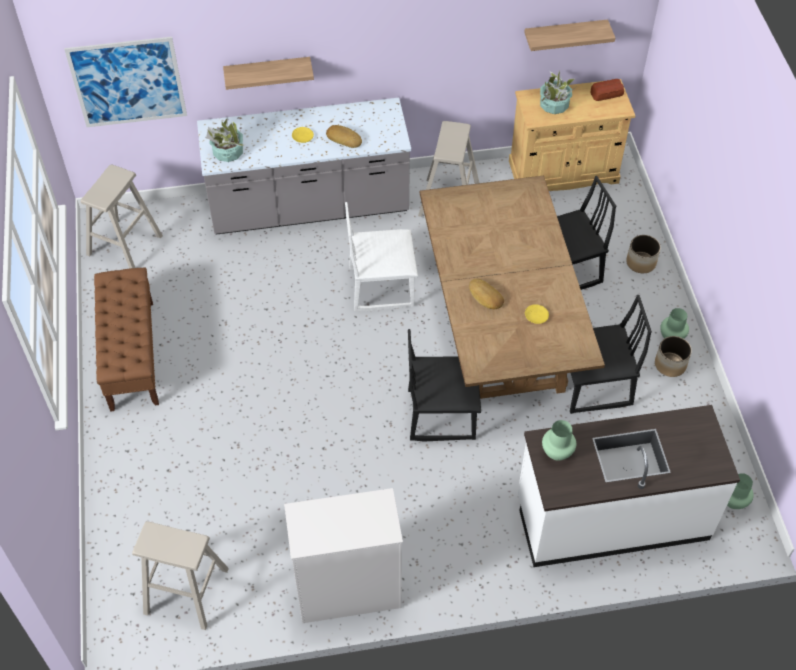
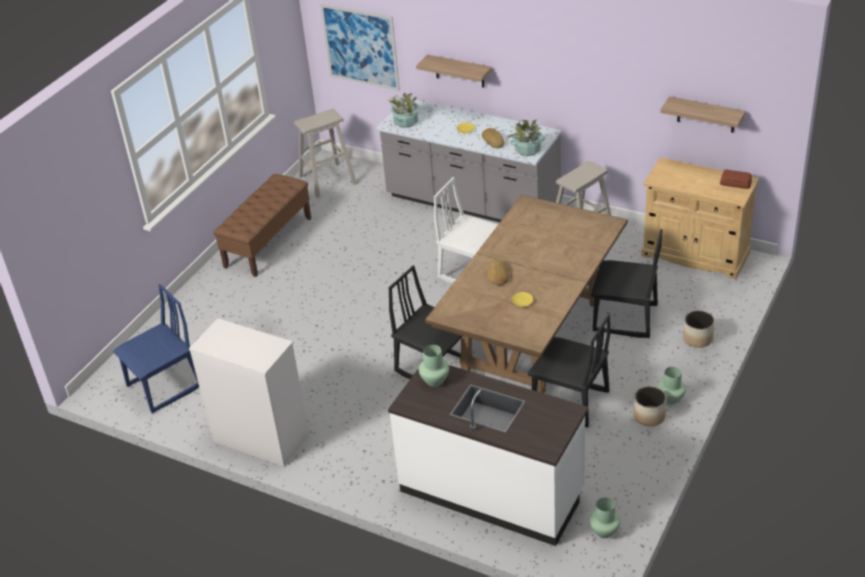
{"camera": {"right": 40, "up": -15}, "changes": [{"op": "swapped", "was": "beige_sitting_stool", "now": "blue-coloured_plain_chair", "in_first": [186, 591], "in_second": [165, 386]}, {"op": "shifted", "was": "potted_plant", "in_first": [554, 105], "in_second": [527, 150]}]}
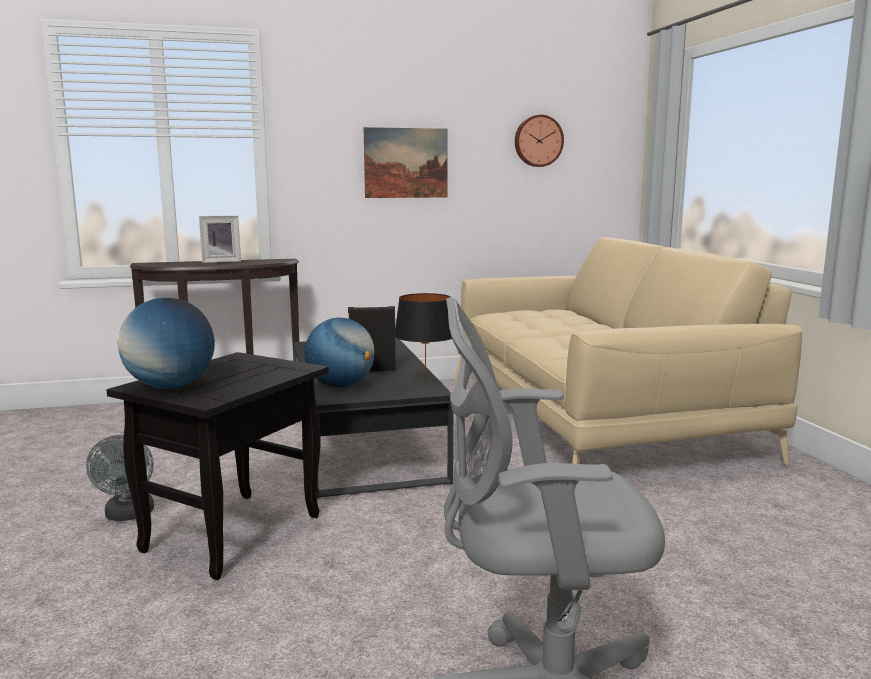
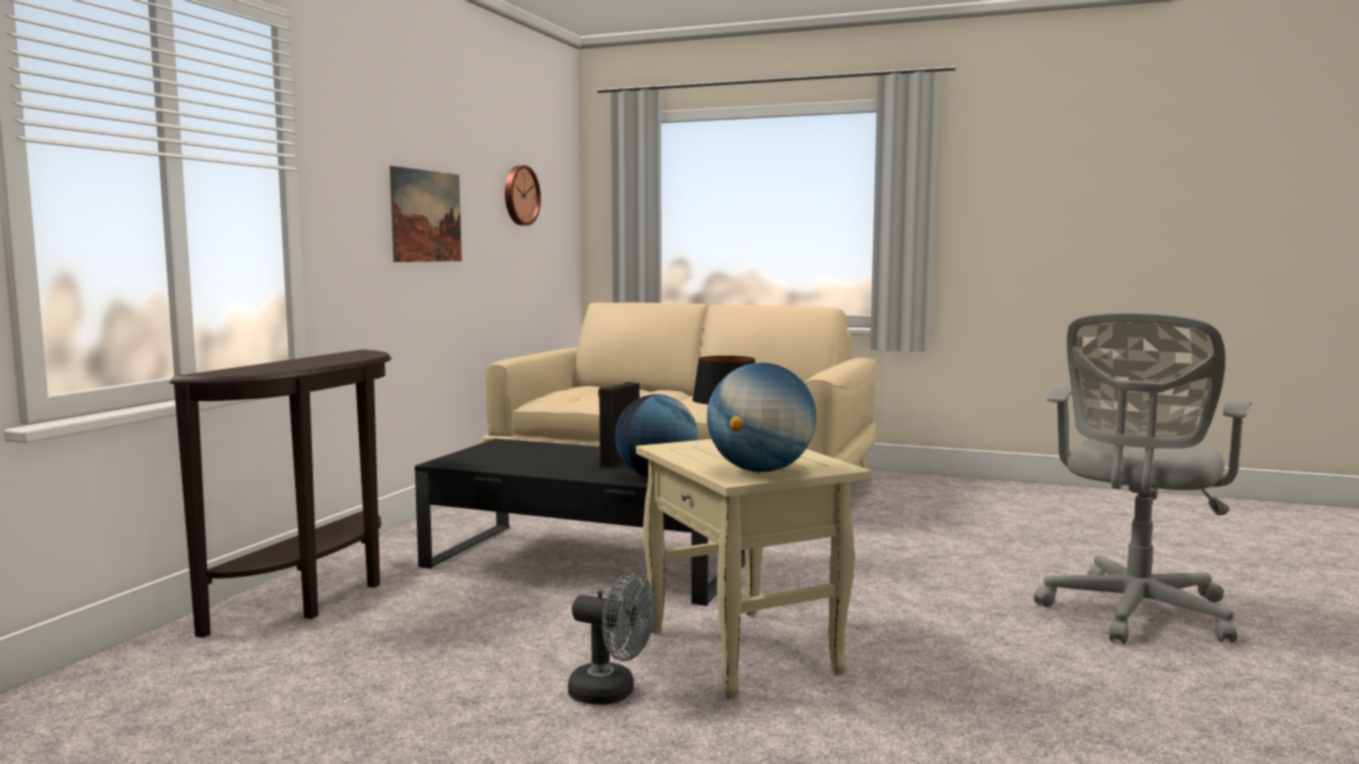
{"camera": {"right": -55, "up": -5}, "changes": [{"op": "repainted", "was": "black_accent_table", "now": "beige_accent_table", "in_first": [232, 535], "in_second": [746, 652]}, {"op": "gone", "was": "picture_frame", "in_first": [221, 261]}]}
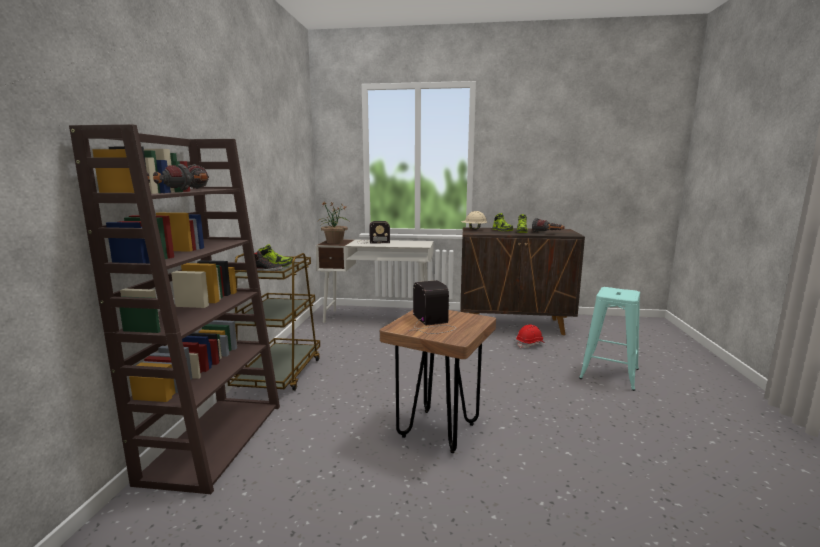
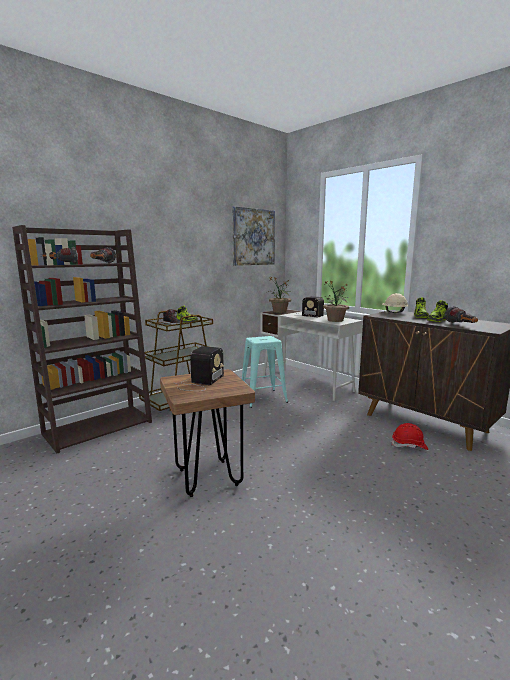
{"camera": {"right": 40, "up": 0}, "changes": [{"op": "new", "now": "wall_art", "in_second": [253, 237]}, {"op": "shifted", "was": "turquoise_sitting_stool", "in_first": [609, 373], "in_second": [263, 398]}, {"op": "new", "now": "potted_plant", "in_second": [335, 320]}]}
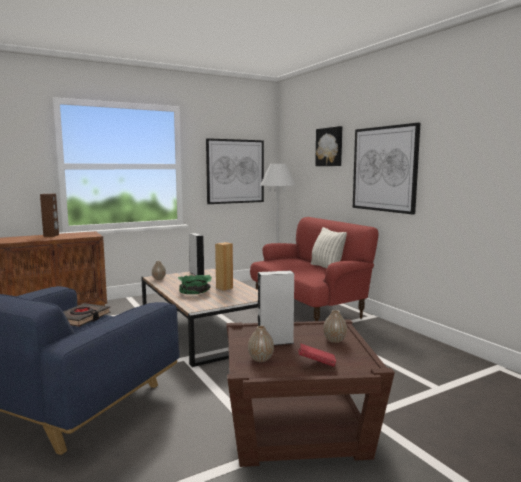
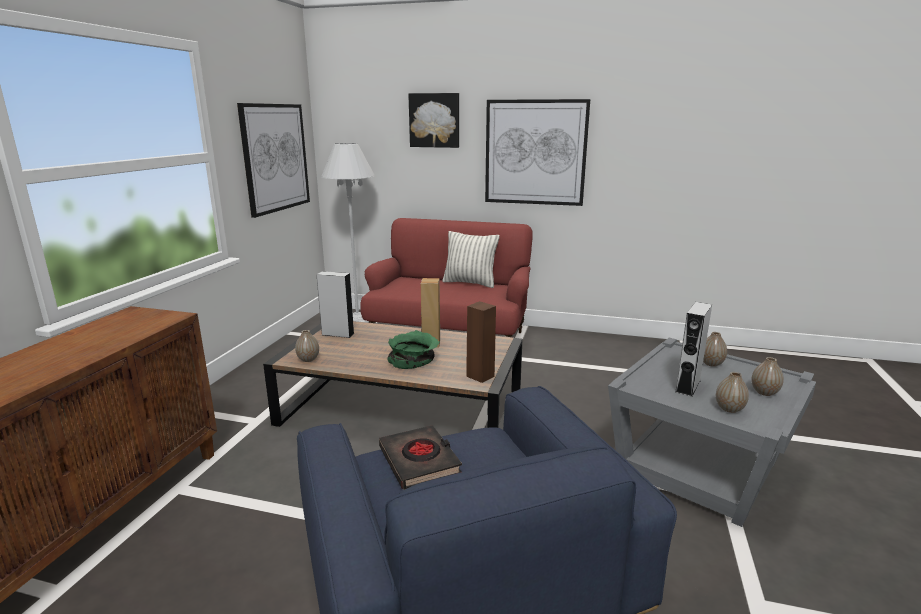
{"camera": {"right": -45, "up": 10}, "changes": [{"op": "shifted", "was": "brownish_audio_speaker", "in_first": [51, 235], "in_second": [480, 376]}, {"op": "repainted", "was": "brownish_accent_table", "now": "greyish_accent_table", "in_first": [297, 428], "in_second": [698, 465]}, {"op": "swapped", "was": "red_book", "now": "flower_vase", "in_first": [316, 364], "in_second": [764, 392]}]}
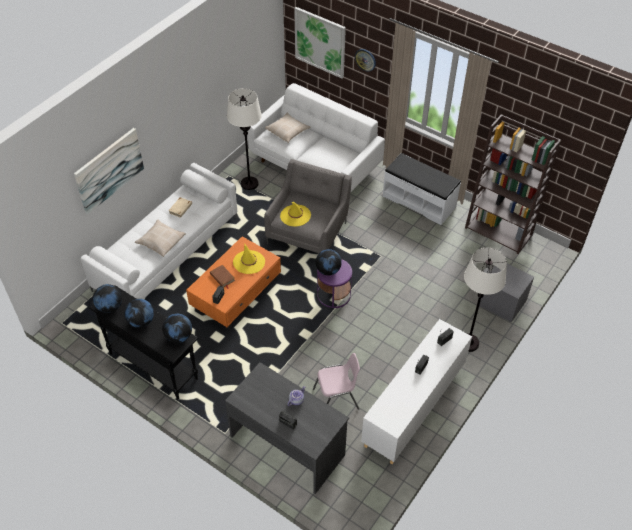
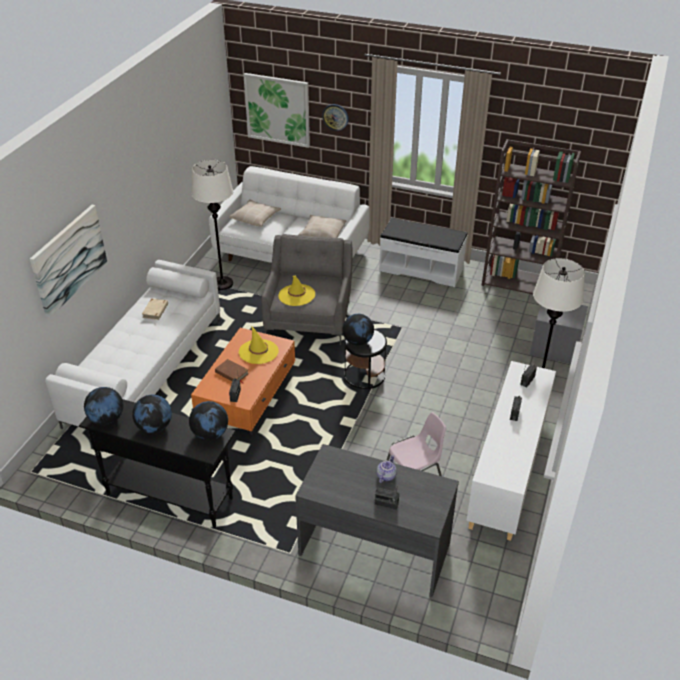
{"camera": {"right": -15, "up": -10}, "changes": [{"op": "shifted", "was": "beige_throw_pillow", "in_first": [161, 241], "in_second": [322, 233]}, {"op": "repainted", "was": "purple_accent_table", "now": "black_accent_table", "in_first": [333, 295], "in_second": [364, 375]}]}
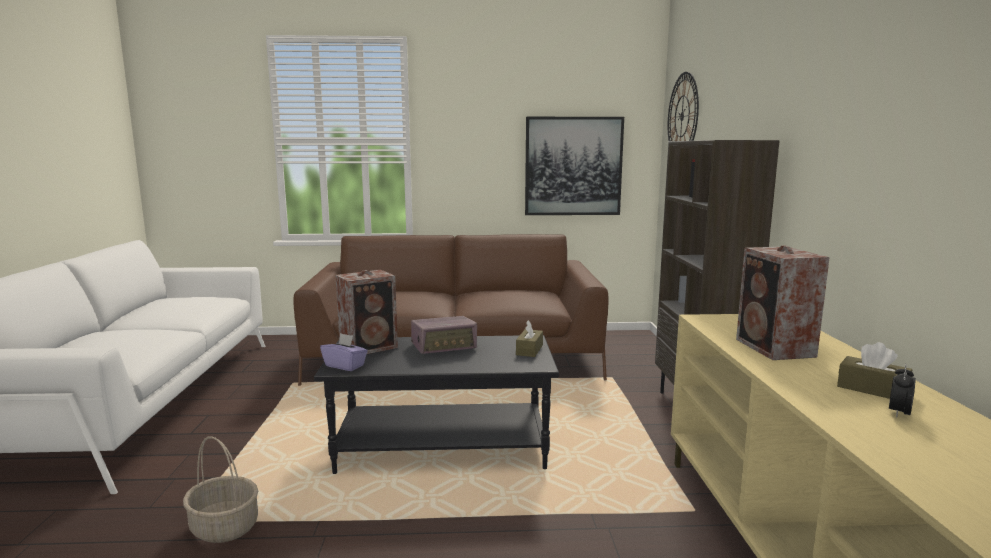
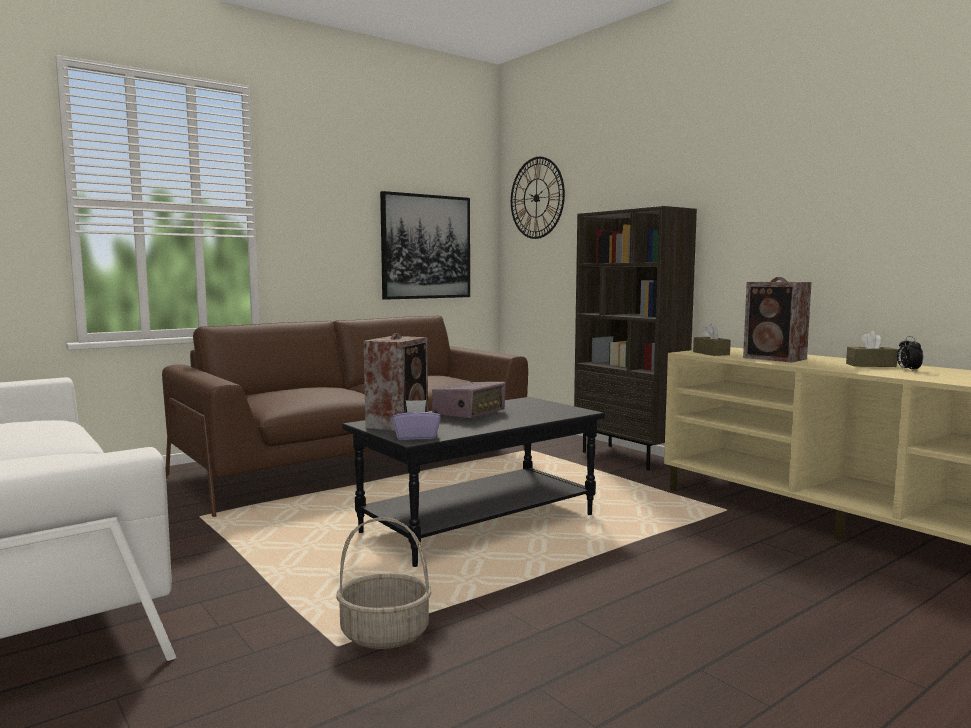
{"camera": {"right": -35, "up": -5}, "changes": [{"op": "shifted", "was": "brownish_box_of_tissues", "in_first": [529, 350], "in_second": [711, 353]}]}
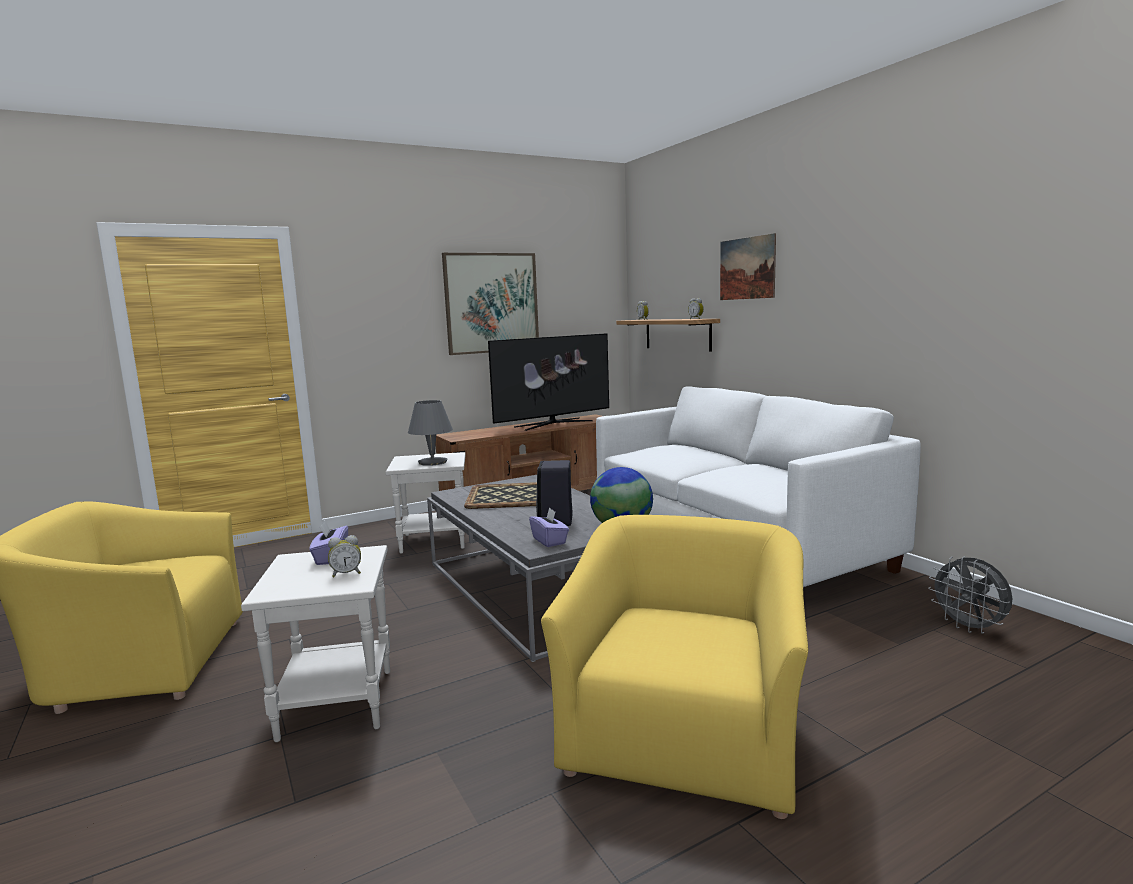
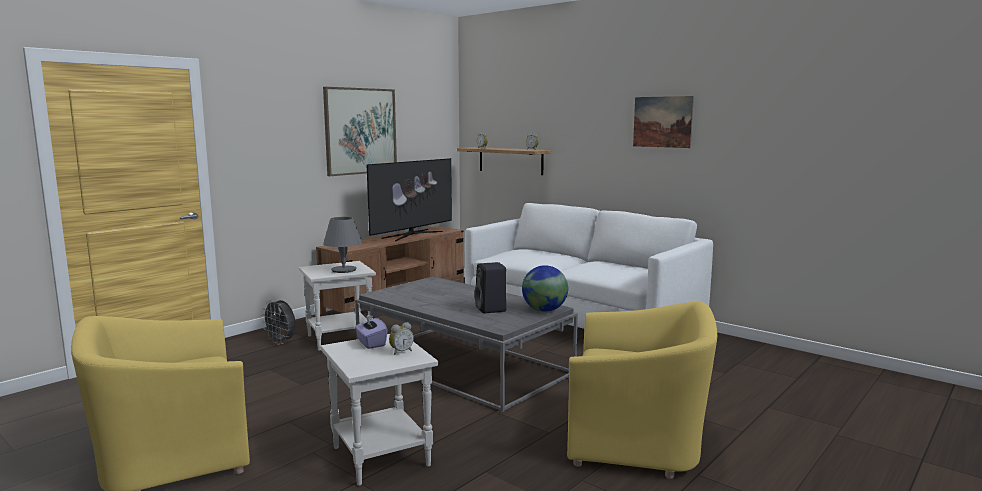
{"camera": {"right": -20, "up": 0}, "changes": [{"op": "shifted", "was": "greyish_fan", "in_first": [969, 627], "in_second": [281, 342]}, {"op": "rotated", "was": "yellowish_armchair", "in_first": [683, 738], "in_second": [637, 439], "clockwise": 105}, {"op": "shifted", "was": "wall_art", "in_first": [747, 268], "in_second": [662, 122]}, {"op": "gone", "was": "serving_tray", "in_first": [508, 496]}, {"op": "gone", "was": "purple_box_of_tissues", "in_first": [549, 541]}]}
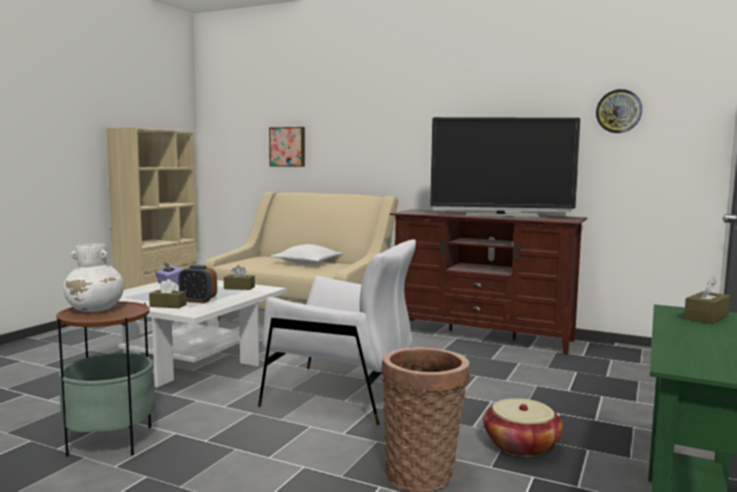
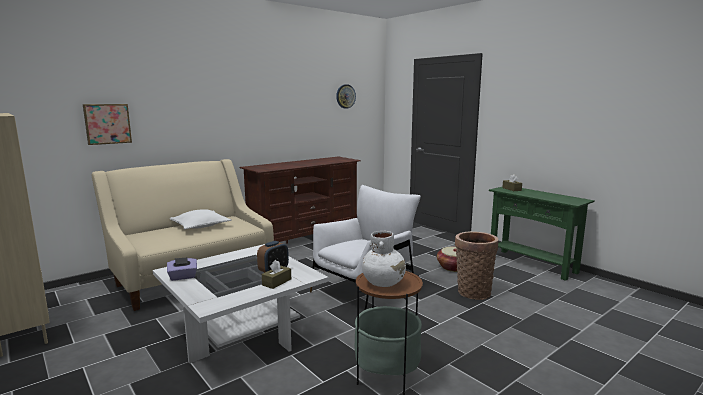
{"camera": {"right": -65, "up": 5}, "changes": [{"op": "gone", "was": "brownish_box_of_tissues", "in_first": [239, 288]}, {"op": "gone", "was": "TV_set", "in_first": [500, 215]}]}
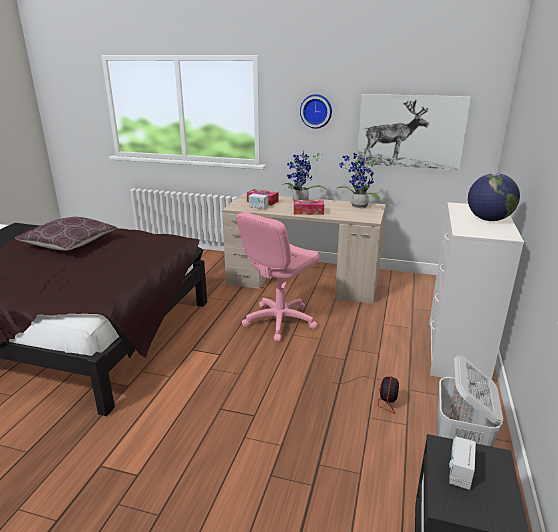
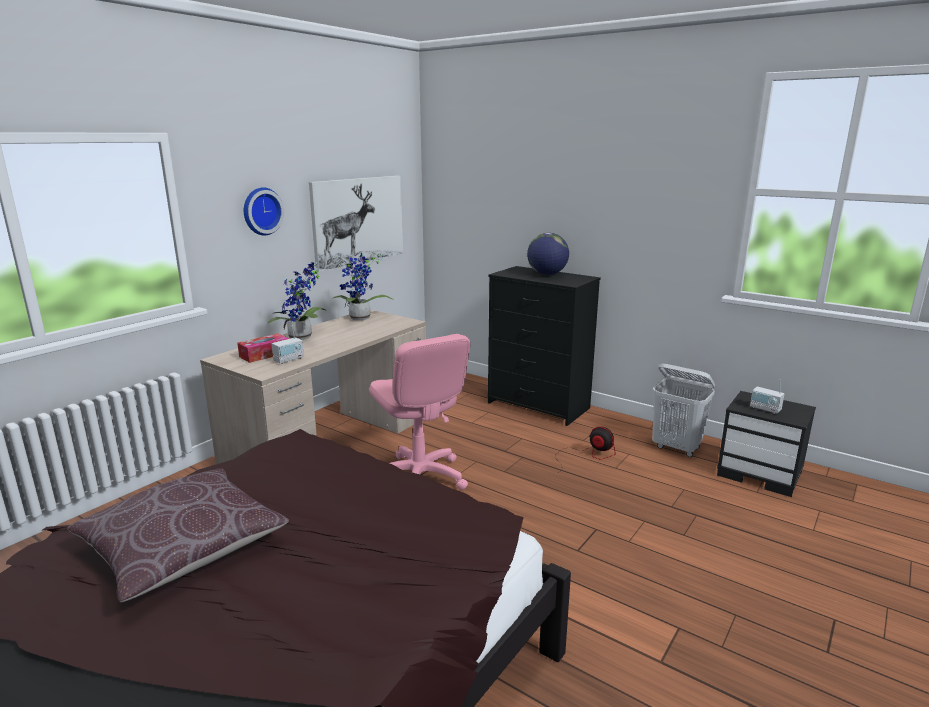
{"camera": {"right": -70, "up": -5}, "changes": [{"op": "repainted", "was": "whitish_dresser", "now": "black_dresser", "in_first": [456, 352], "in_second": [539, 405]}, {"op": "gone", "was": "box_of_tissues", "in_first": [308, 212]}]}
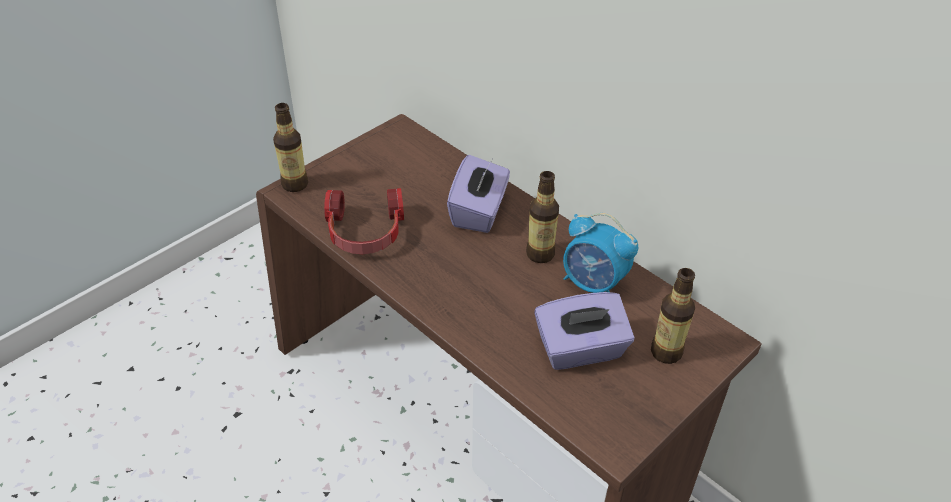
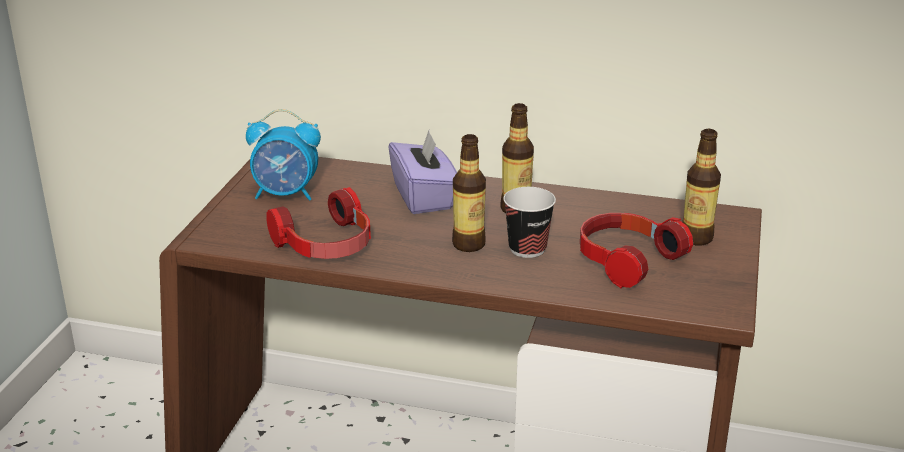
{"camera": {"right": -30, "up": -15}, "changes": [{"op": "shifted", "was": "bedside_clock", "in_first": [593, 284], "in_second": [286, 194]}, {"op": "shifted", "was": "drink_bottle", "in_first": [295, 184], "in_second": [469, 244]}, {"op": "new", "now": "cup", "in_second": [527, 249]}, {"op": "swapped", "was": "purple_box_of_tissues", "now": "headphones", "in_first": [580, 350], "in_second": [625, 260]}]}
